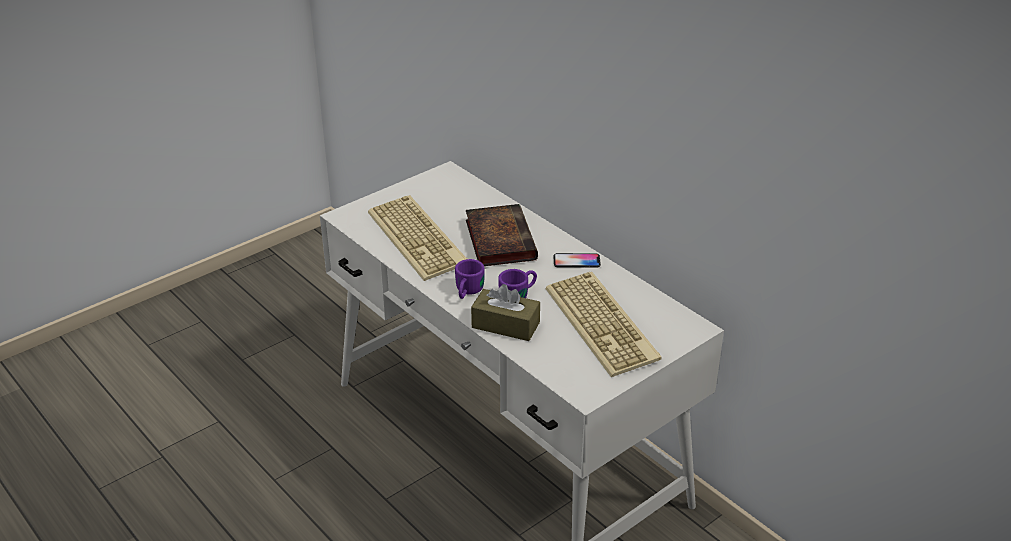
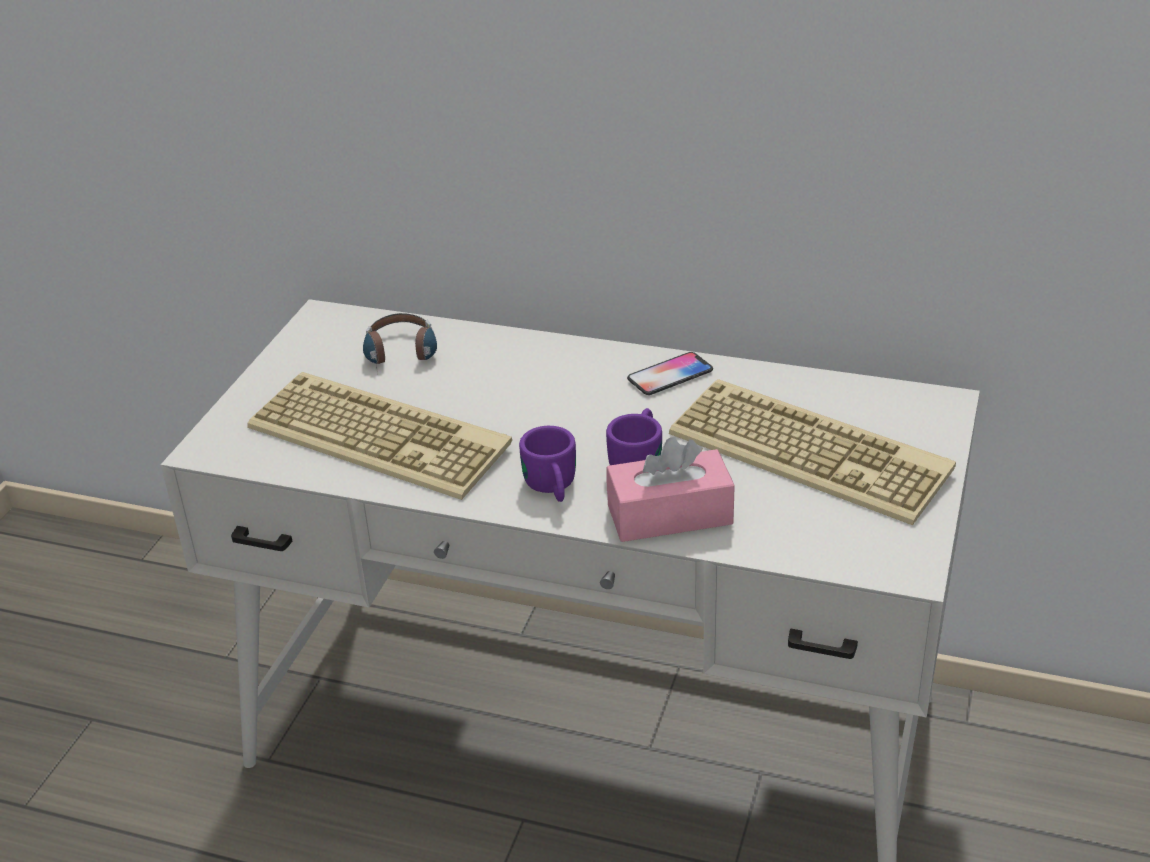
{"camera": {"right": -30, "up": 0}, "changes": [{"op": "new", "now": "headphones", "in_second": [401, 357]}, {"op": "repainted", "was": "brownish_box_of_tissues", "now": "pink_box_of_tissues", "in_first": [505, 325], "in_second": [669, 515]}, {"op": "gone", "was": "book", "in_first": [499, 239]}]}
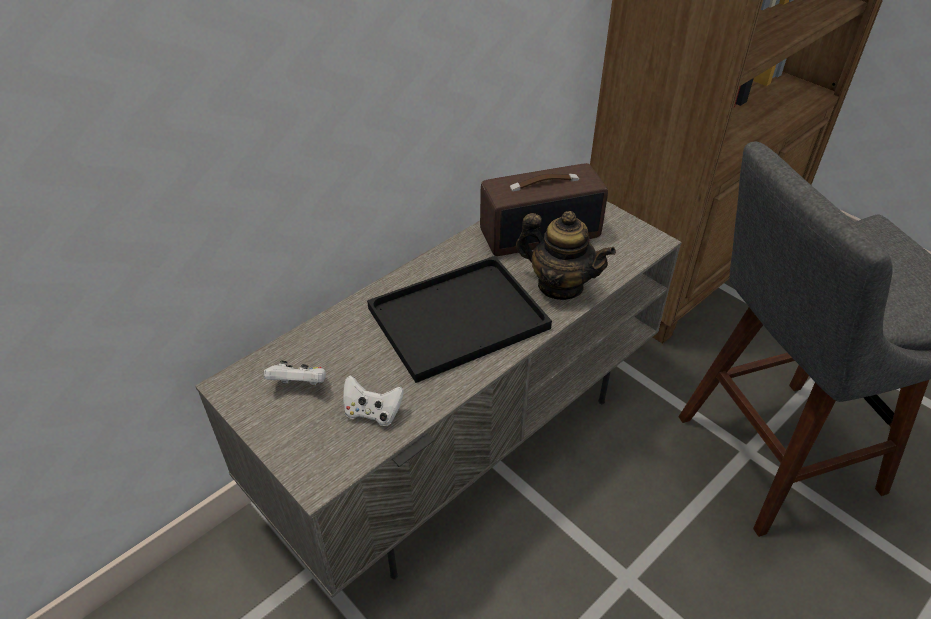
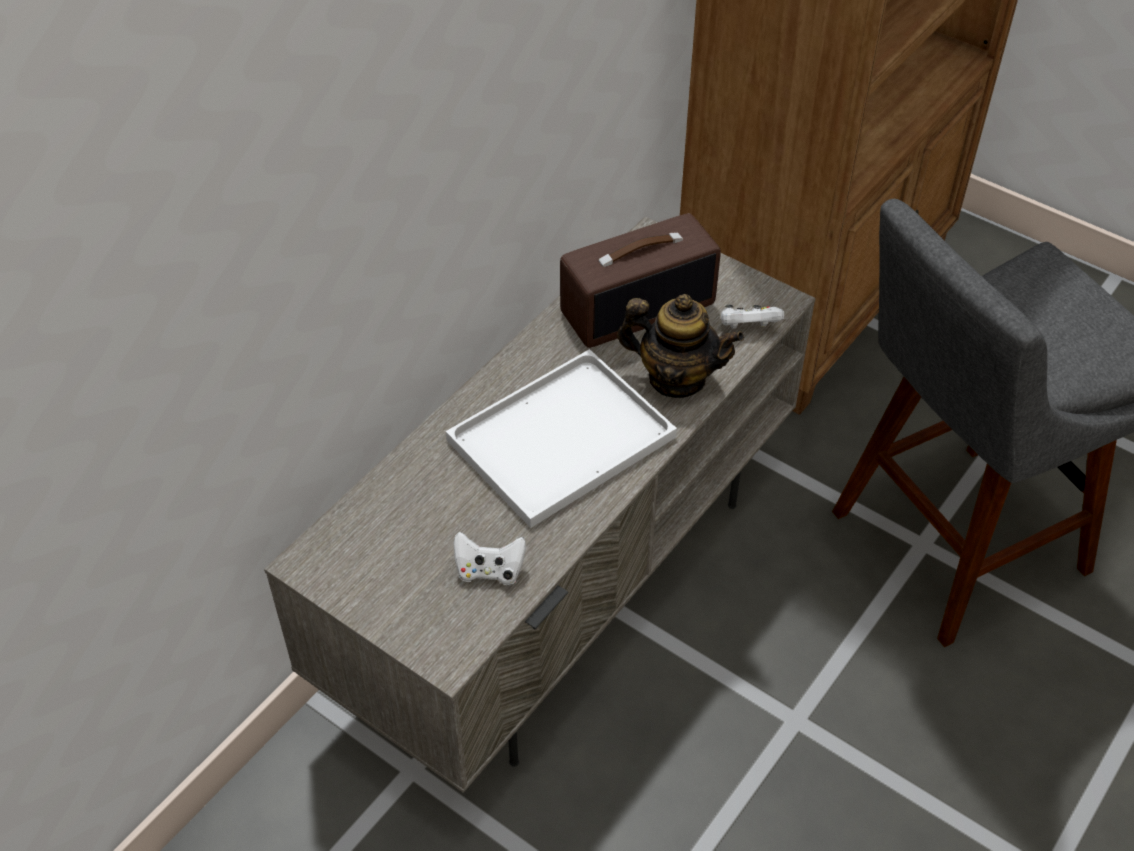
{"camera": {"right": -10, "up": 5}, "changes": [{"op": "repainted", "was": "black_serving_tray", "now": "whitish_serving_tray", "in_first": [456, 320], "in_second": [559, 442]}, {"op": "shifted", "was": "whitish_game_controller", "in_first": [300, 385], "in_second": [748, 328]}]}
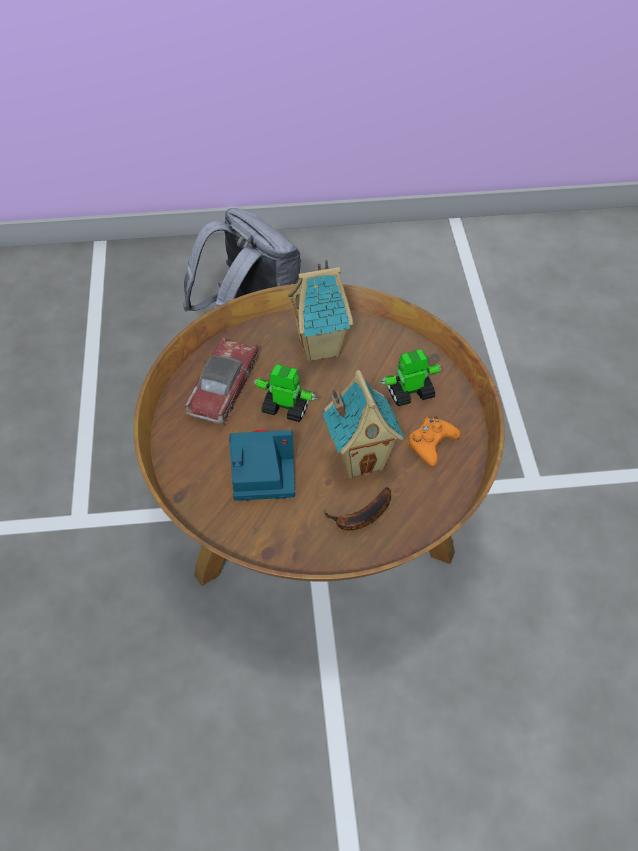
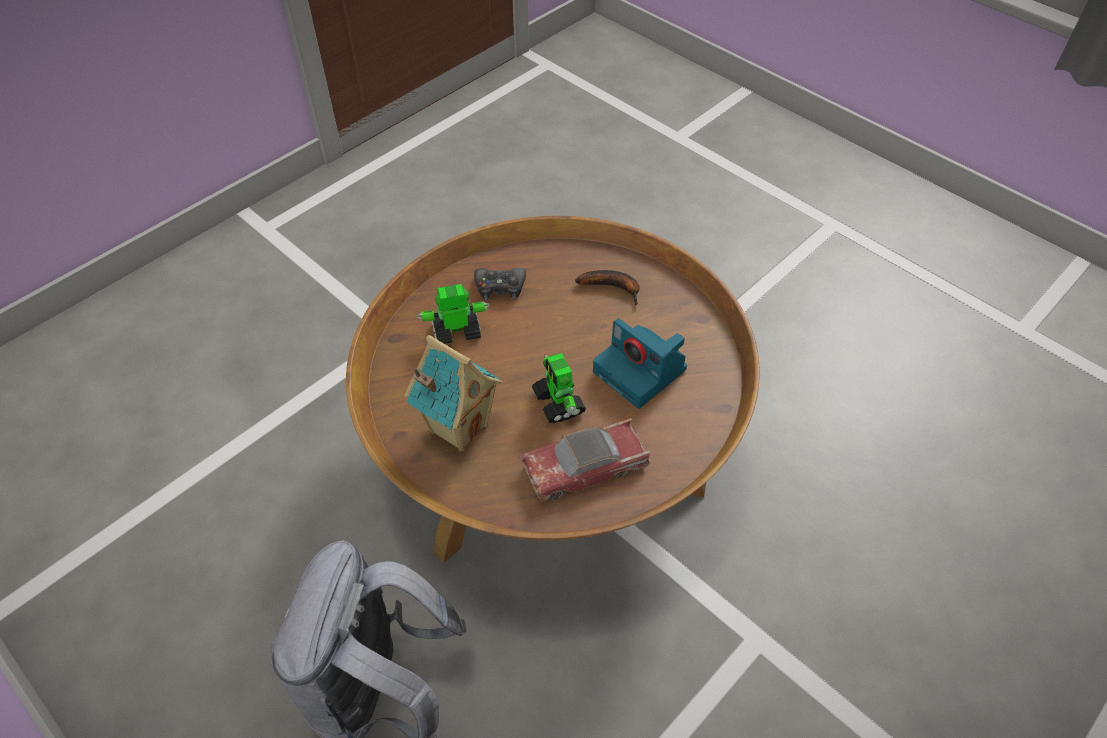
{"camera": {"right": -130, "up": 0}, "changes": [{"op": "rotated", "was": "toy_robot", "in_first": [409, 392], "in_second": [456, 331], "clockwise": 135}, {"op": "repainted", "was": "orange-coloured_game_controller", "now": "black_game_controller", "in_first": [431, 444], "in_second": [500, 287]}, {"op": "gone", "was": "toy_house", "in_first": [361, 459]}]}
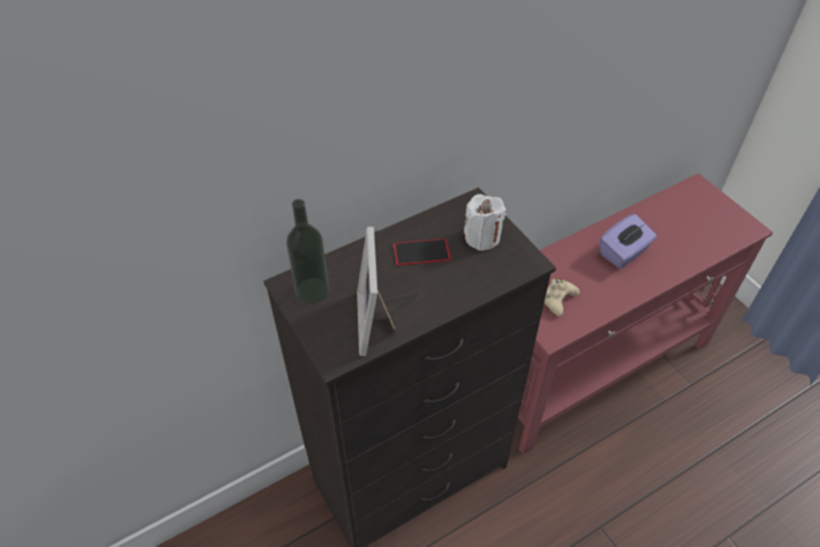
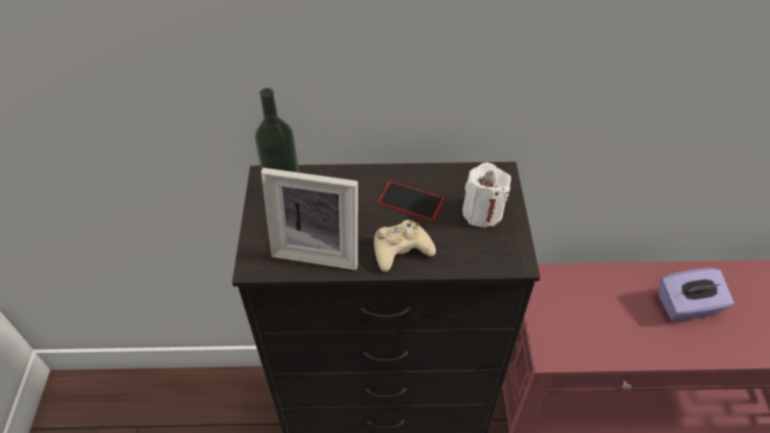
{"camera": {"right": 30, "up": 0}, "changes": [{"op": "rotated", "was": "picture_frame", "in_first": [376, 322], "in_second": [318, 248], "clockwise": -105}, {"op": "shifted", "was": "beige_game_controller", "in_first": [557, 299], "in_second": [401, 250]}]}
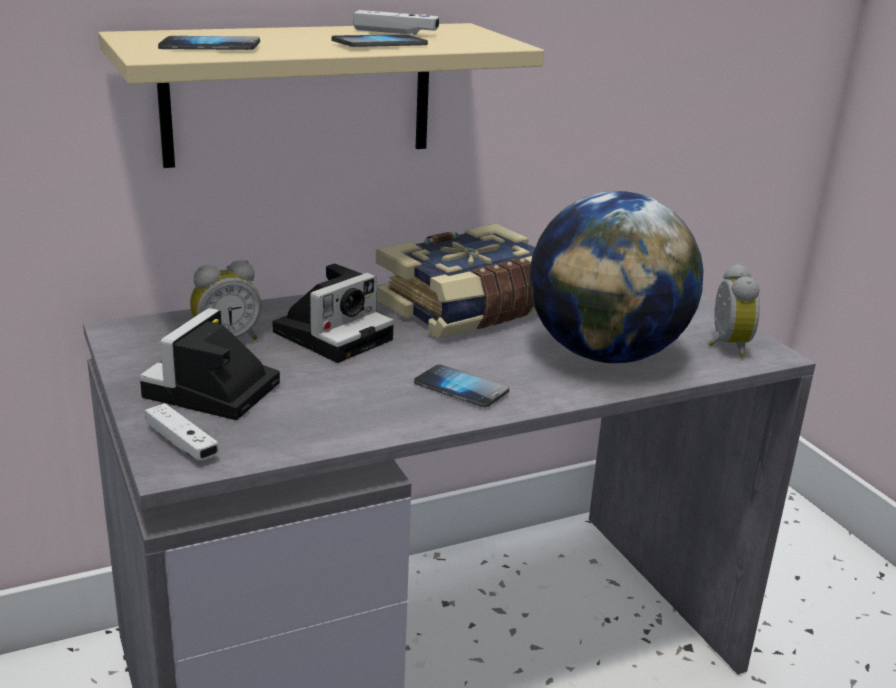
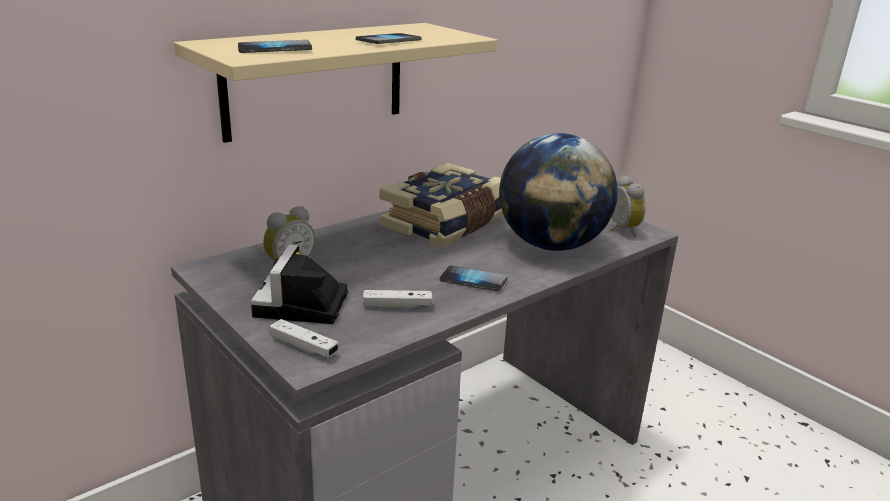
{"camera": {"right": -15, "up": 0}, "changes": [{"op": "shifted", "was": "whitish_game_controller", "in_first": [395, 32], "in_second": [397, 306]}, {"op": "gone", "was": "still_camera", "in_first": [335, 334]}]}
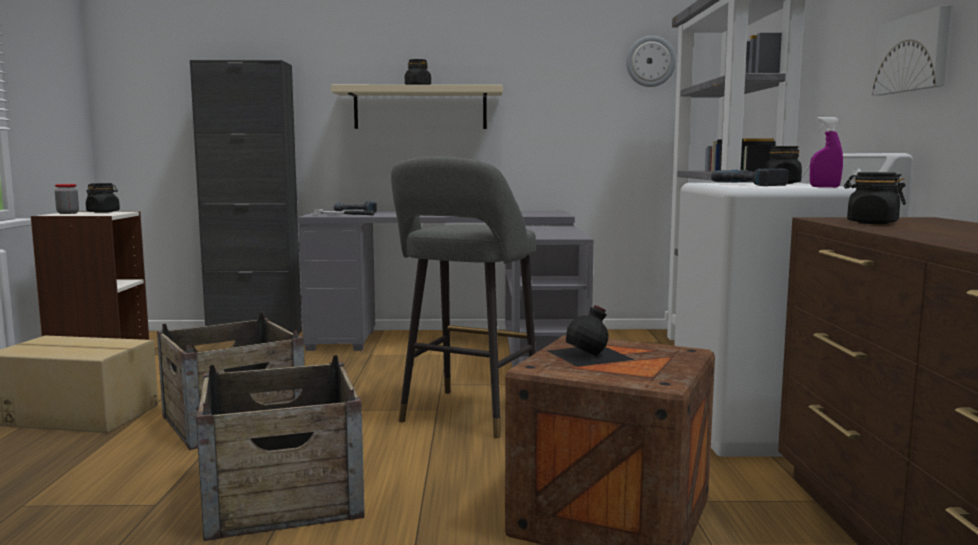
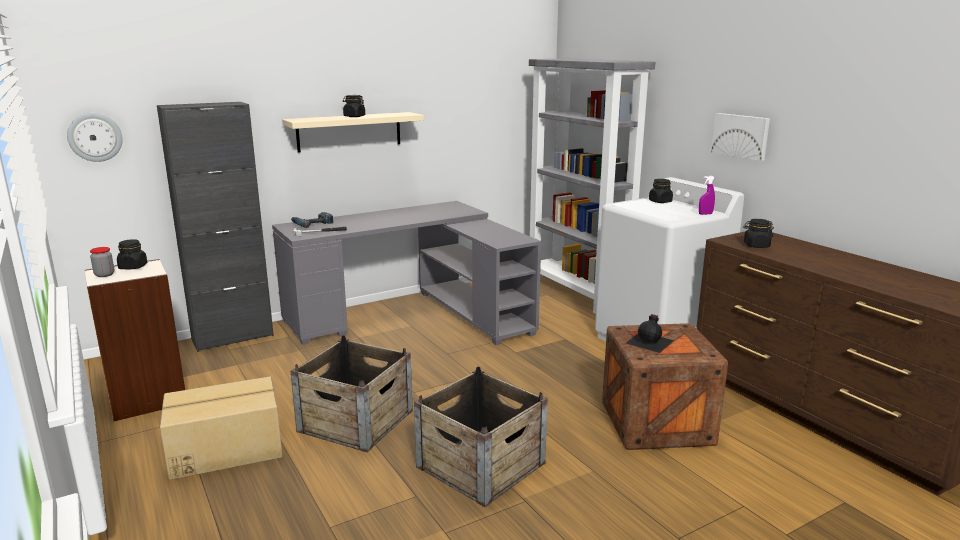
{"camera": {"right": -30, "up": 10}, "changes": [{"op": "shifted", "was": "clock_on_the_wall", "in_first": [650, 61], "in_second": [95, 137]}, {"op": "gone", "was": "greyish_sitting_stool", "in_first": [466, 416]}, {"op": "gone", "was": "electric_drill", "in_first": [754, 184]}]}
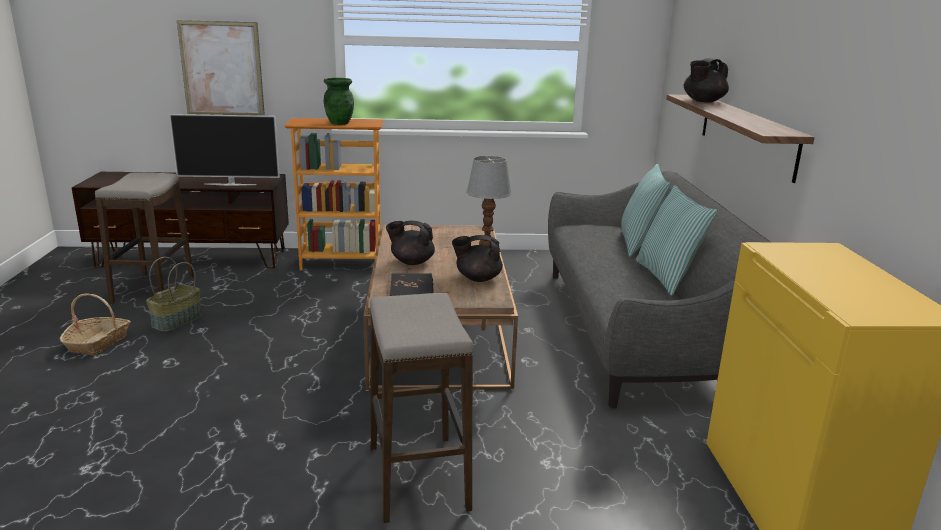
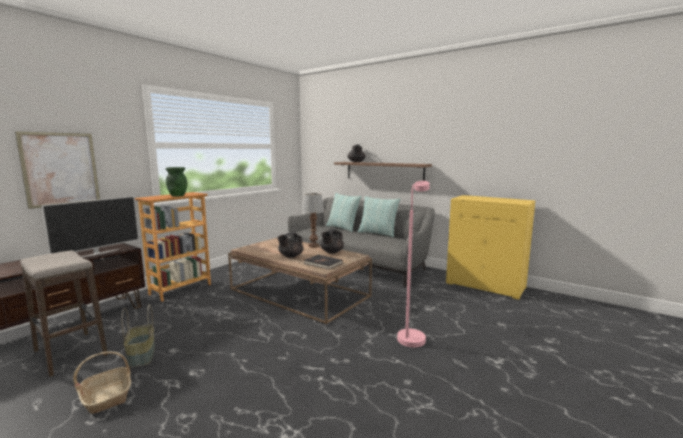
{"camera": {"right": -50, "up": -10}, "changes": [{"op": "swapped", "was": "sitting_stool", "now": "pink_standard_lamp", "in_first": [417, 478], "in_second": [412, 335]}]}
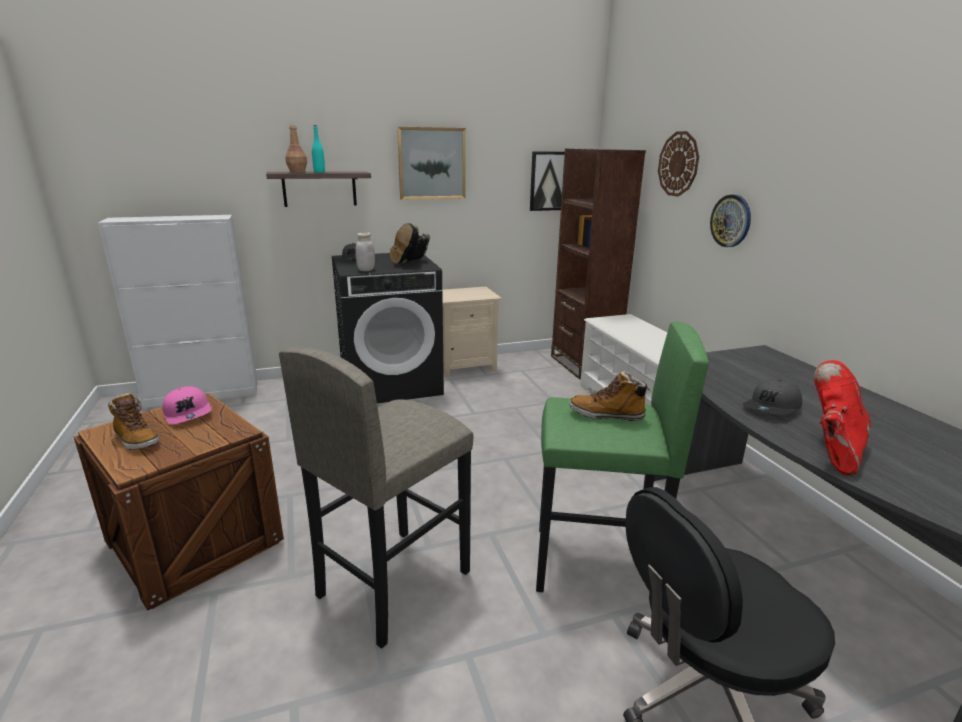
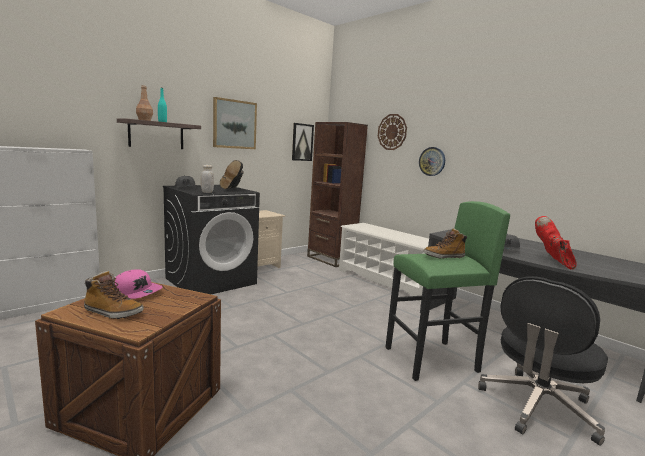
{"camera": {"right": -25, "up": -10}, "changes": [{"op": "gone", "was": "greyish_sitting_stool", "in_first": [393, 583]}]}
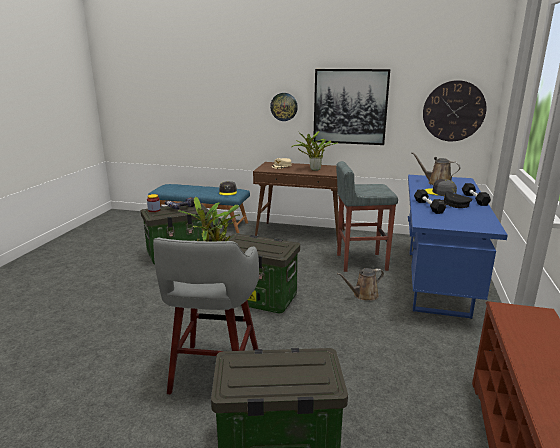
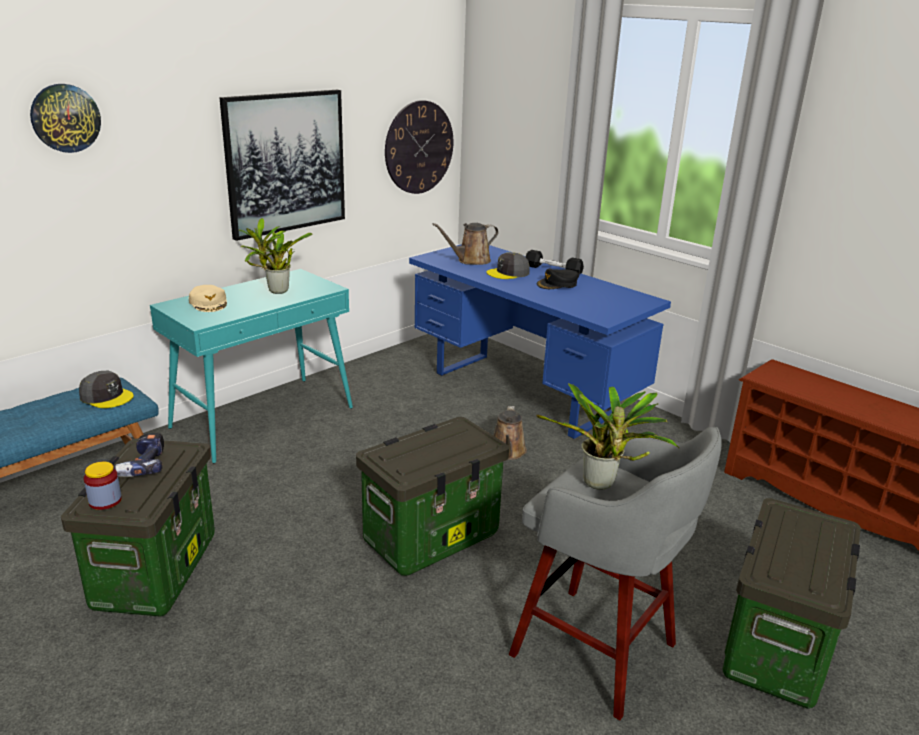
{"camera": {"right": -60, "up": 5}, "changes": [{"op": "shifted", "was": "clock_on_the_wall", "in_first": [284, 107], "in_second": [65, 118]}, {"op": "repainted", "was": "brownish_hall_table", "now": "turquoise_hall_table", "in_first": [301, 234], "in_second": [264, 417]}, {"op": "gone", "was": "greyish_sitting_stool", "in_first": [360, 262]}, {"op": "gone", "was": "black_dumbbell", "in_first": [428, 206]}]}
